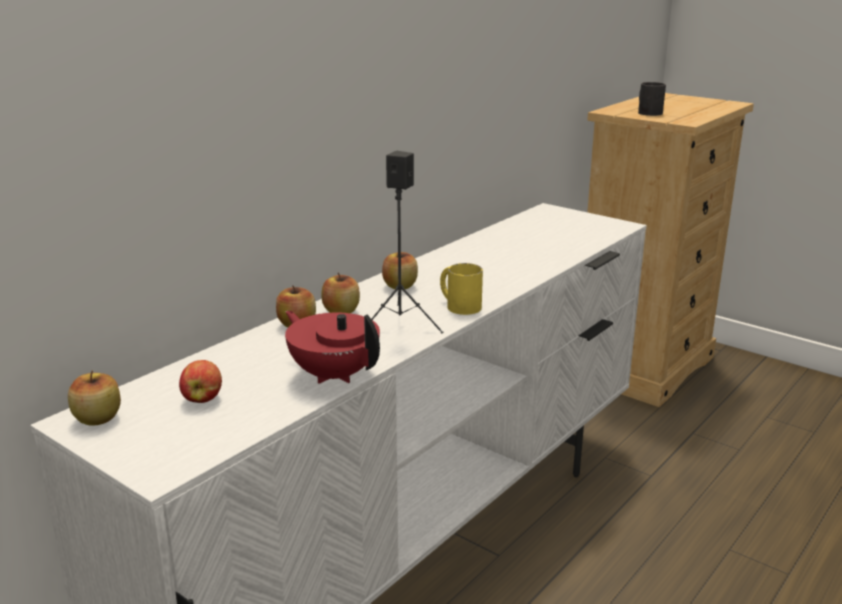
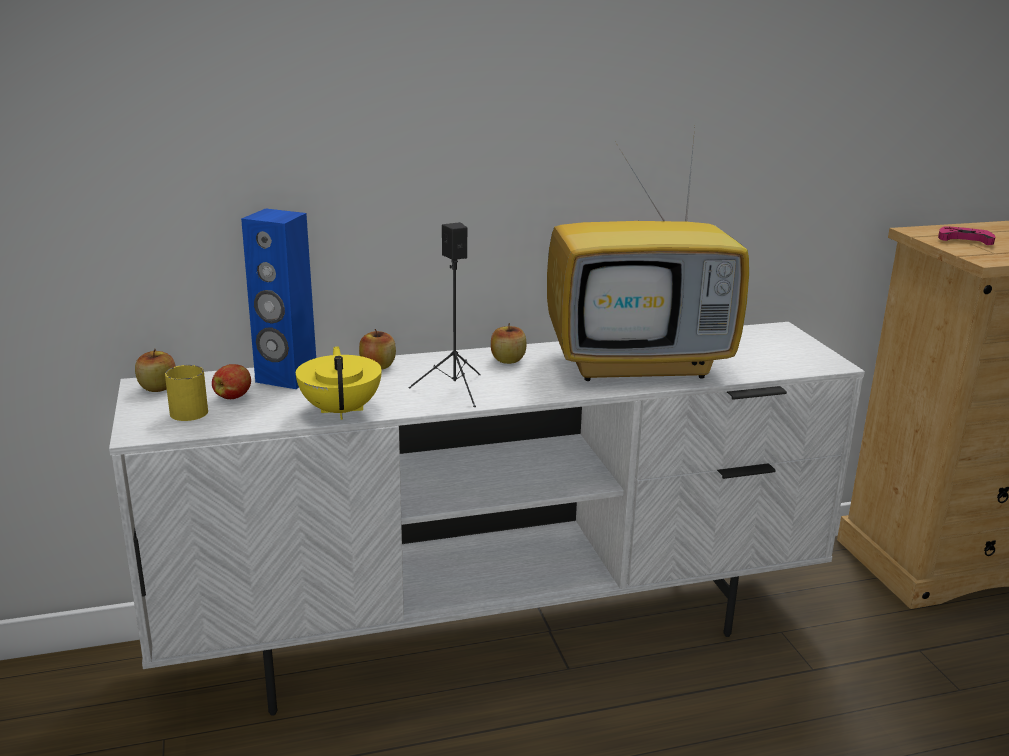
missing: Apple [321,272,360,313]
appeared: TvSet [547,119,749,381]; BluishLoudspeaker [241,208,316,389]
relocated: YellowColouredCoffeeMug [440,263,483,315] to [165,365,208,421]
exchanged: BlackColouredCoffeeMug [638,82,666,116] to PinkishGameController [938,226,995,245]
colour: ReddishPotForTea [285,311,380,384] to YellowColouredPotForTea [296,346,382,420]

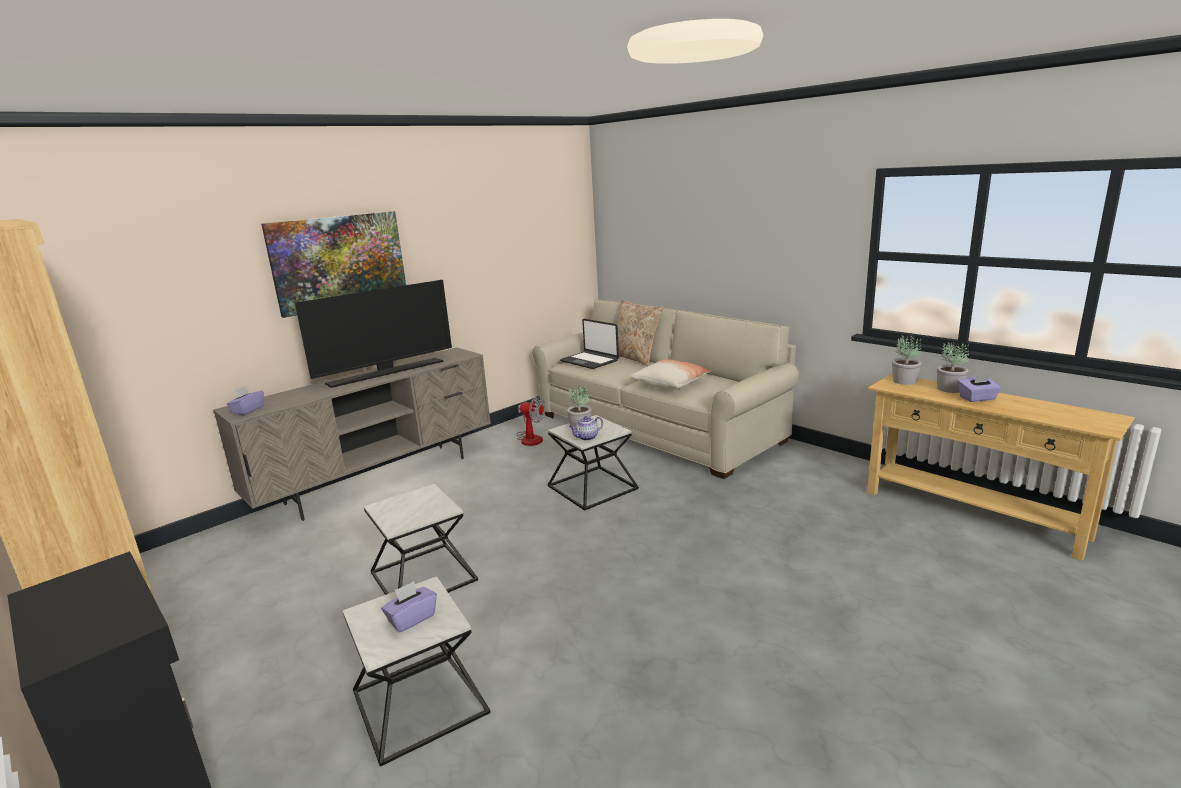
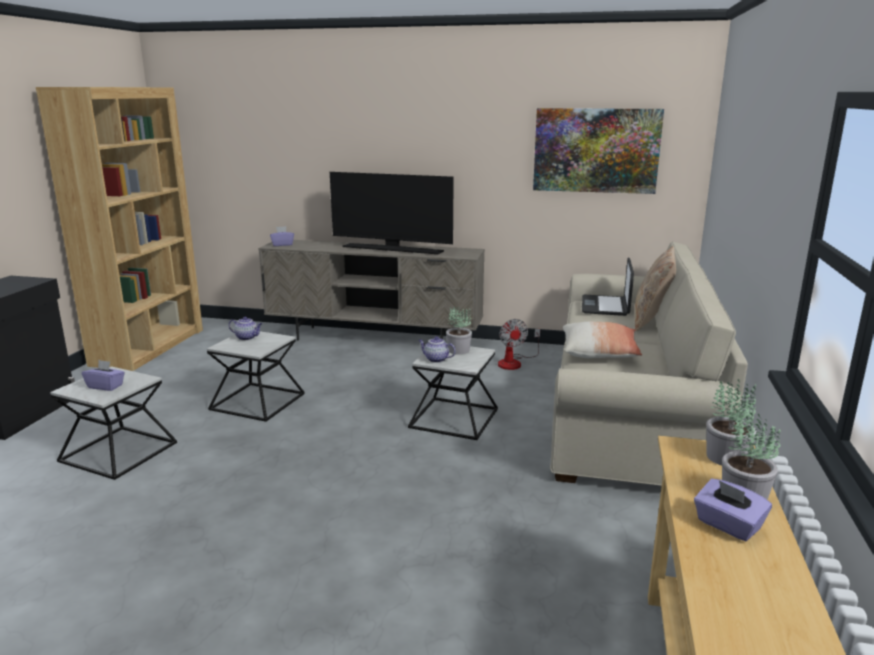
appeared: PotForTea [229,317,262,340]
relocated: Picture [261,211,406,318] to [533,108,664,194]

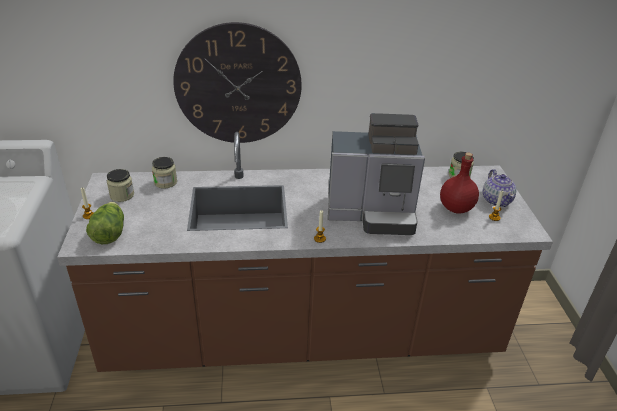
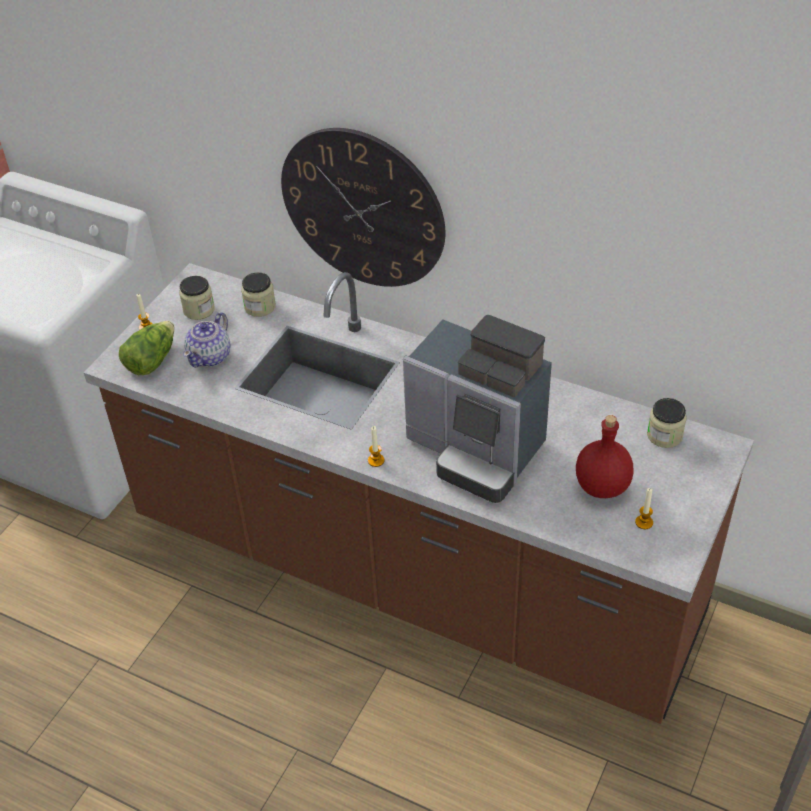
relocated: PotForTea [483,169,517,207] to [183,312,230,367]

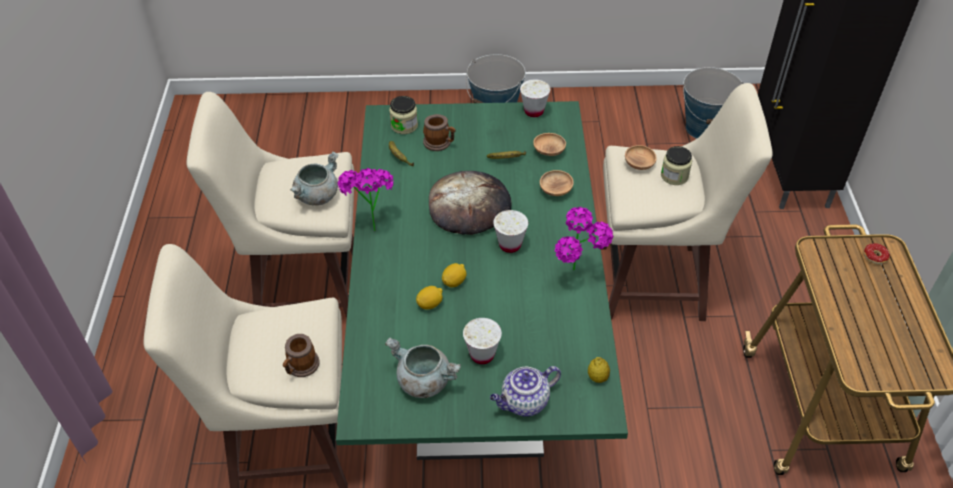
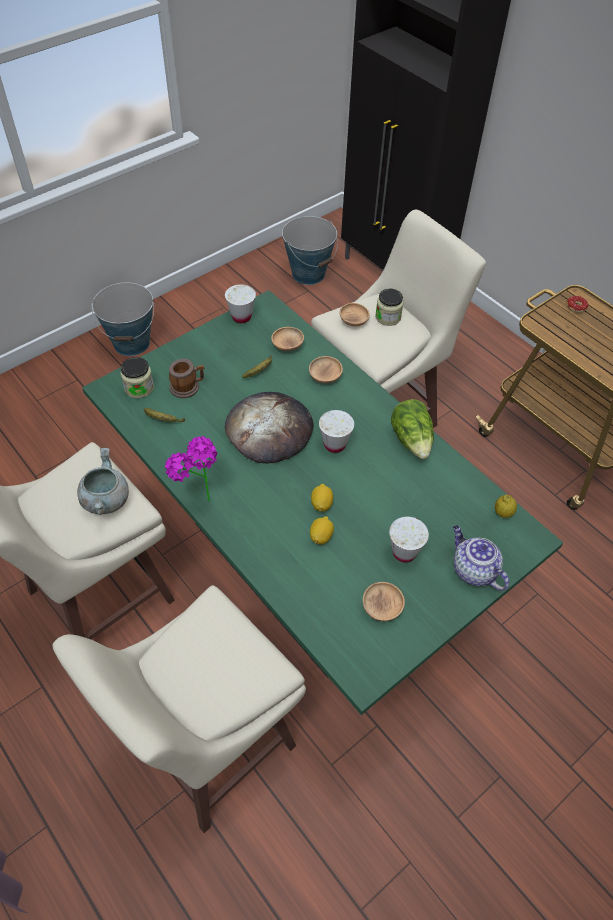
missing: CoffeeMug [283,334,320,377]
exchanged: PottedPlant [555,206,614,271] to Lettuce [391,399,434,459]; GreyStockpot [385,337,461,398] to BrownServingBowl [363,582,405,621]
spun: PotForTea [490,366,561,416] = [453,525,509,591] 120 degrees clockwise

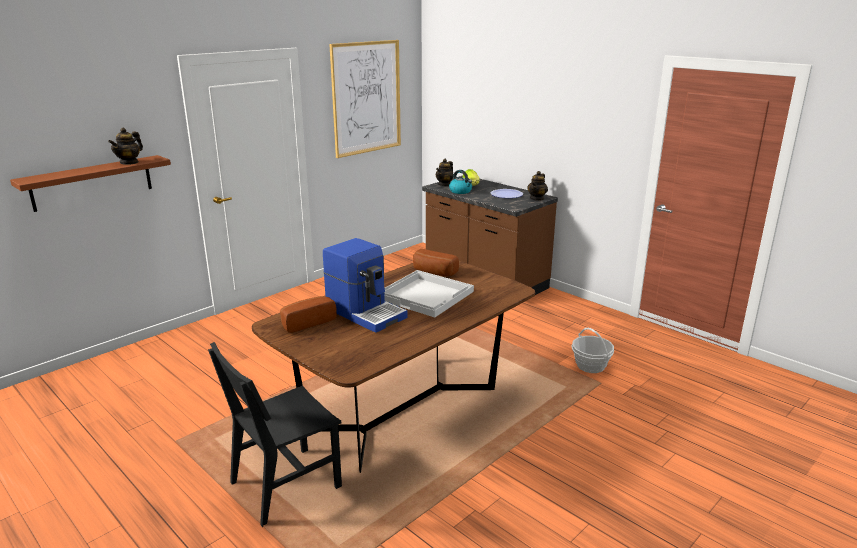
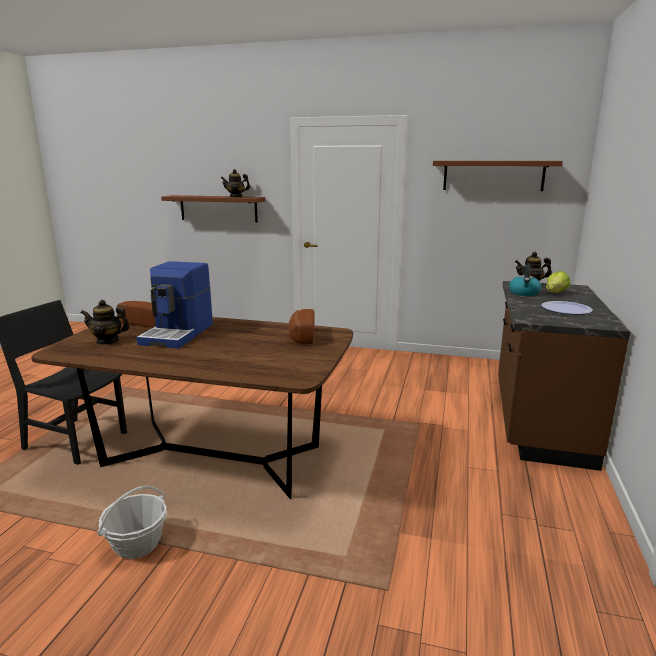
missing: WhiteColouredTray [384,270,474,317]
relocated: PotForTea [527,171,548,201] to [81,300,130,345]; Basket [571,328,614,373] to [98,485,167,559]
exchanged: Picture [329,40,401,158] to BrownWallShelf [433,161,563,191]

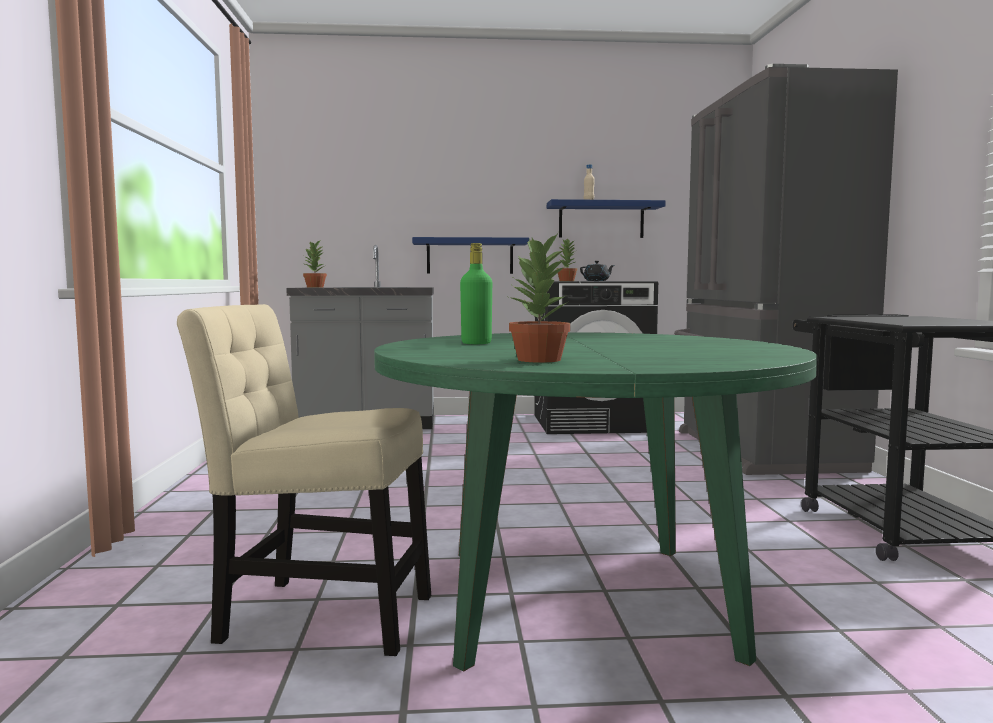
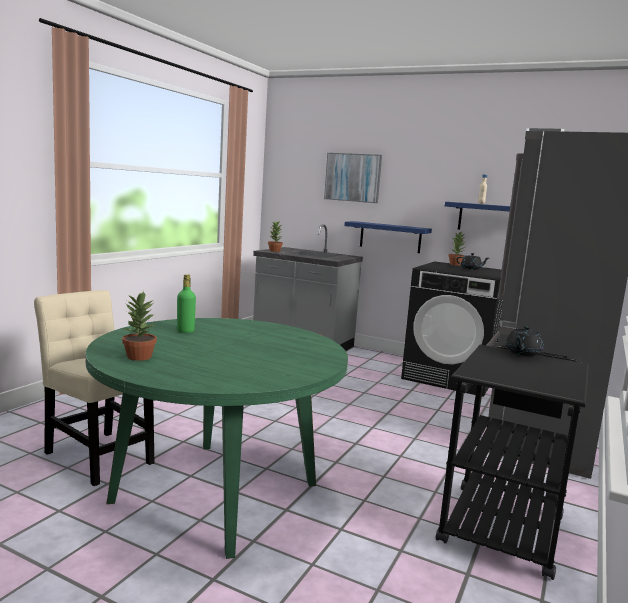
appeared: Picture [324,153,382,203]; BlackColouredPotForTea [506,326,543,356]

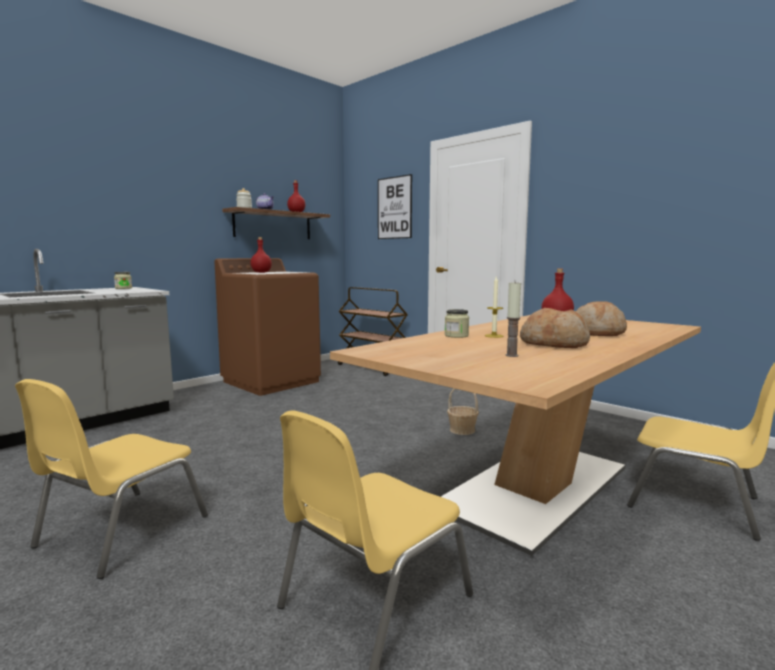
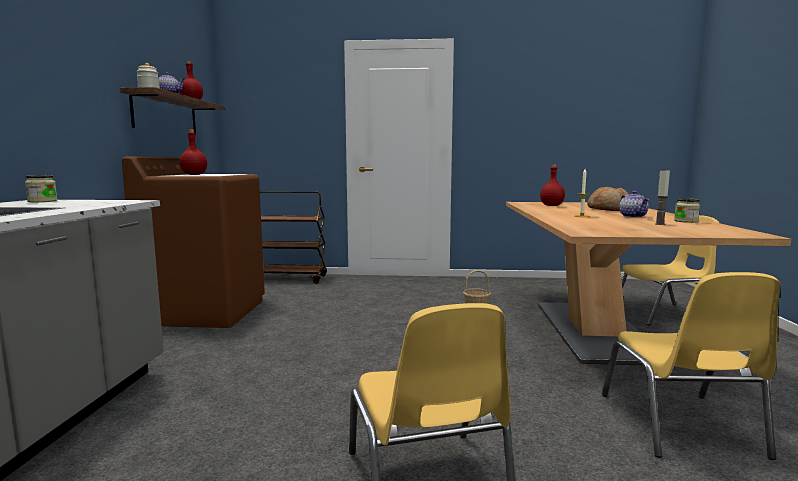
missing: Picture [378,174,412,239]
relocated: PreserveJar [445,309,469,338] to [674,198,700,223]
exchanged: BakedBread [520,308,590,348] to PotForTea [619,191,649,218]

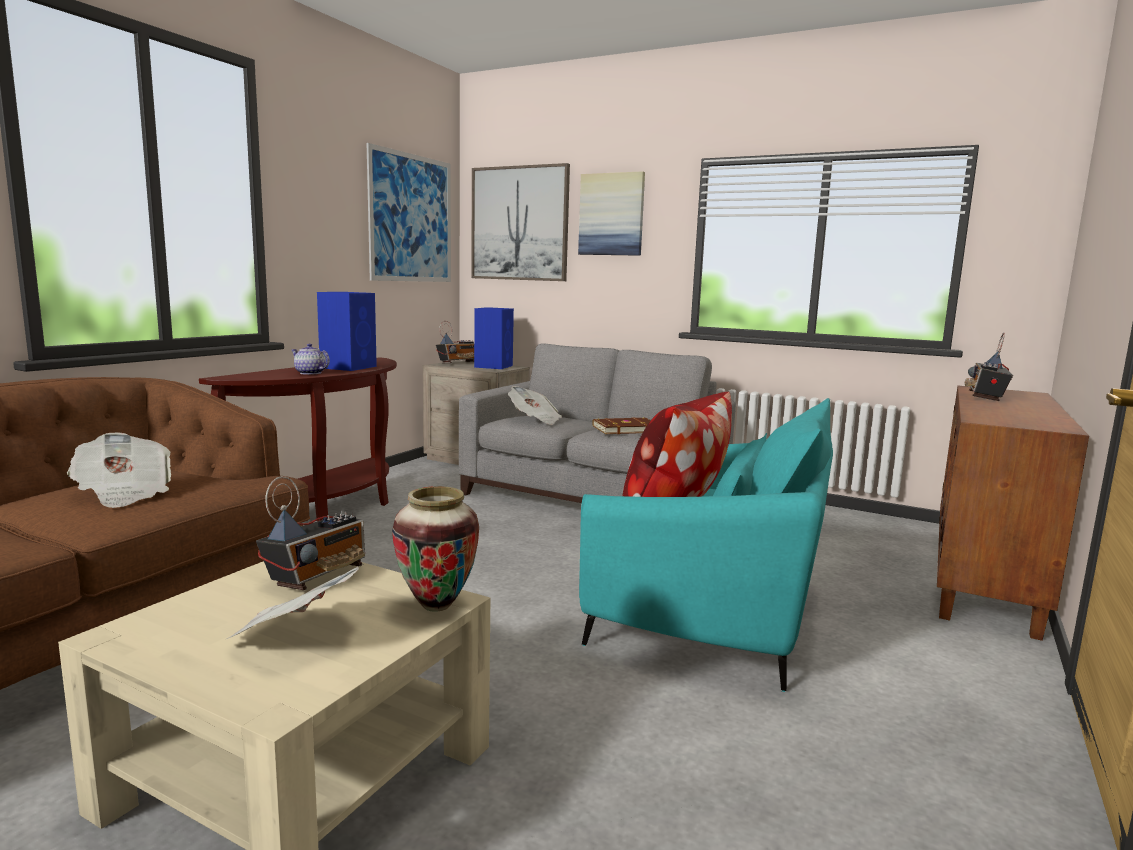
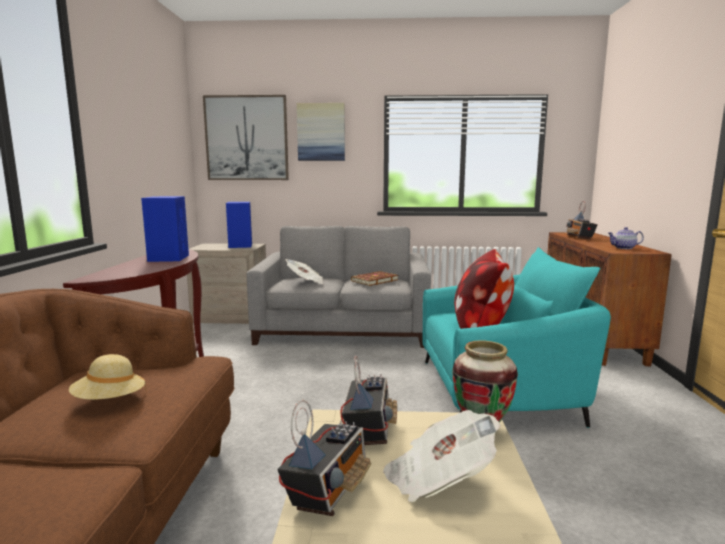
missing: Picture [367,143,451,282]
relocated: Radio [436,321,474,364] to [277,400,371,516]; PotForTea [291,344,330,375] to [608,227,644,249]
exchanged: PrintedPaper [67,432,171,508] to SandColouredHat [69,354,146,400]

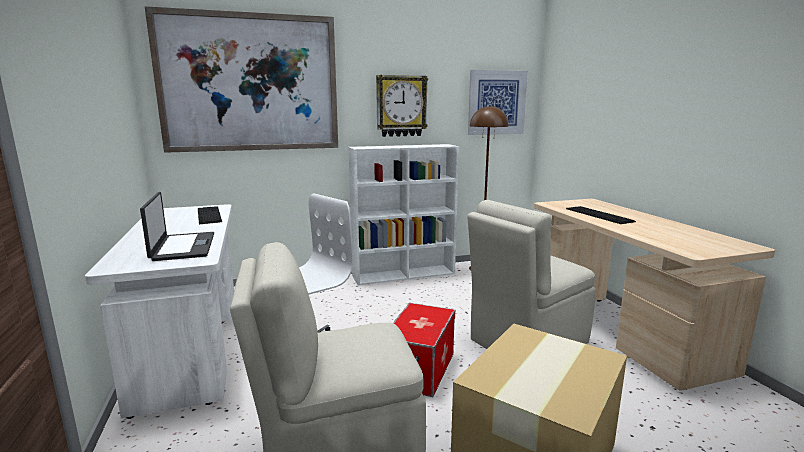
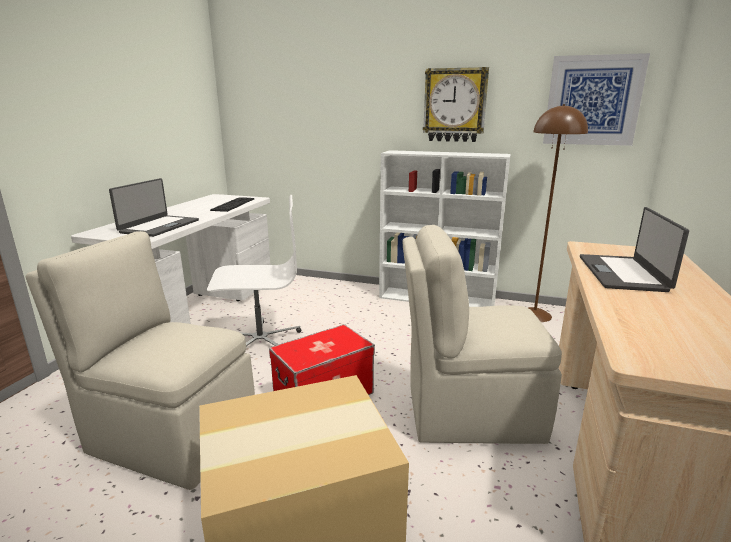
missing: Picture [145,6,338,153]
exchanged: Keyboard [566,206,636,224] to PortableComputer [580,207,689,292]

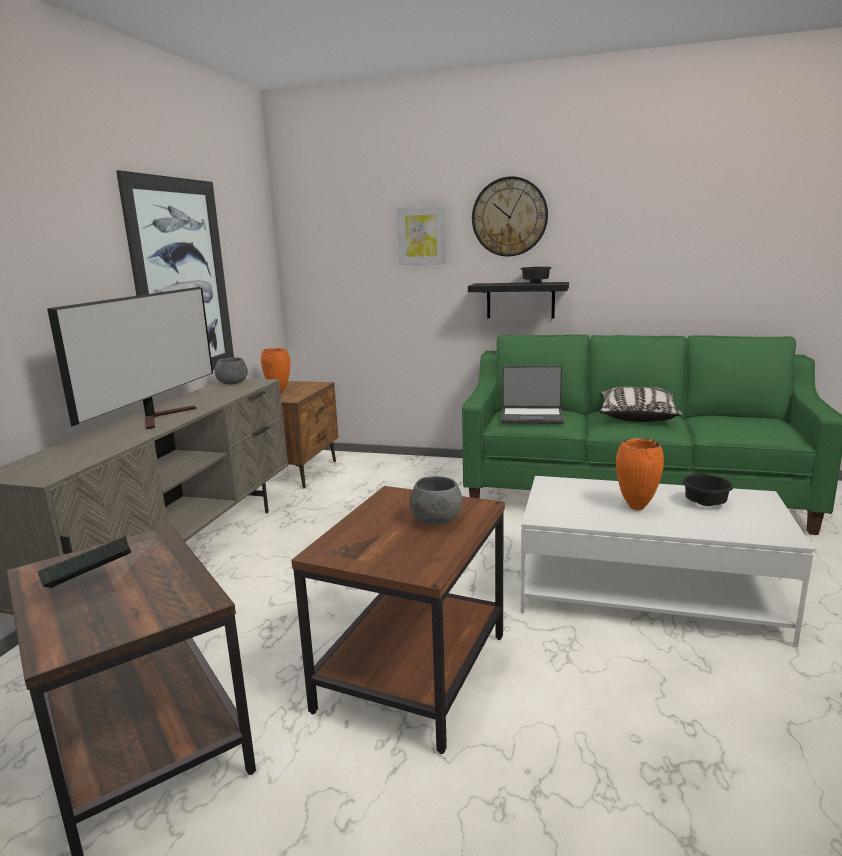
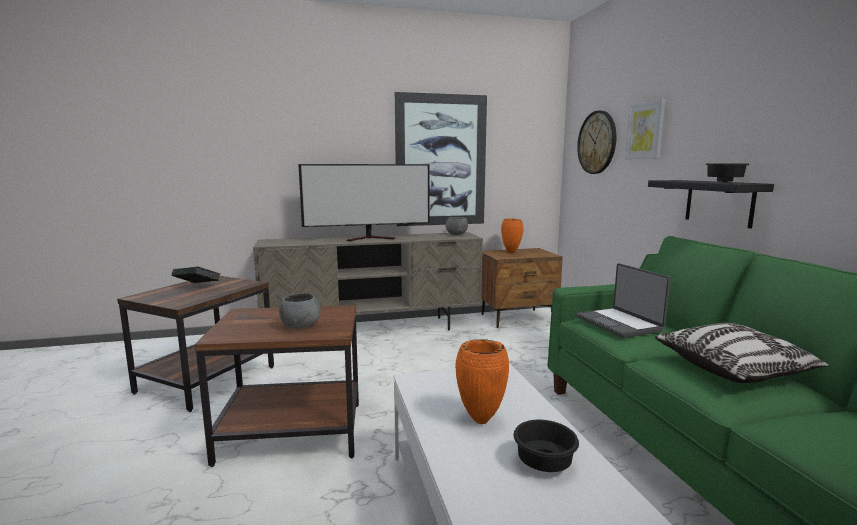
relocated: ClockOnTheWall [472,176,548,257] to [577,111,616,174]

